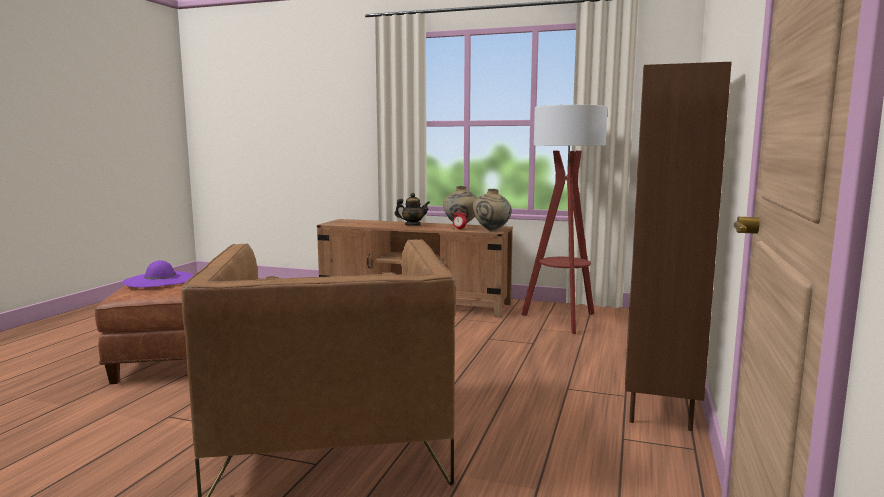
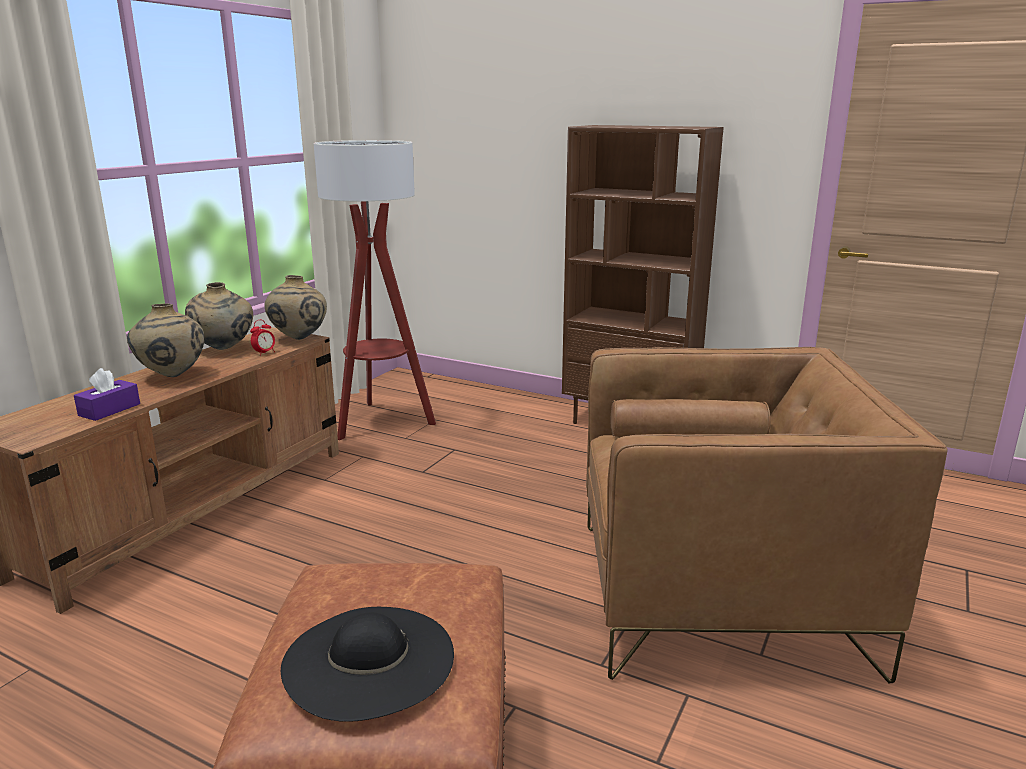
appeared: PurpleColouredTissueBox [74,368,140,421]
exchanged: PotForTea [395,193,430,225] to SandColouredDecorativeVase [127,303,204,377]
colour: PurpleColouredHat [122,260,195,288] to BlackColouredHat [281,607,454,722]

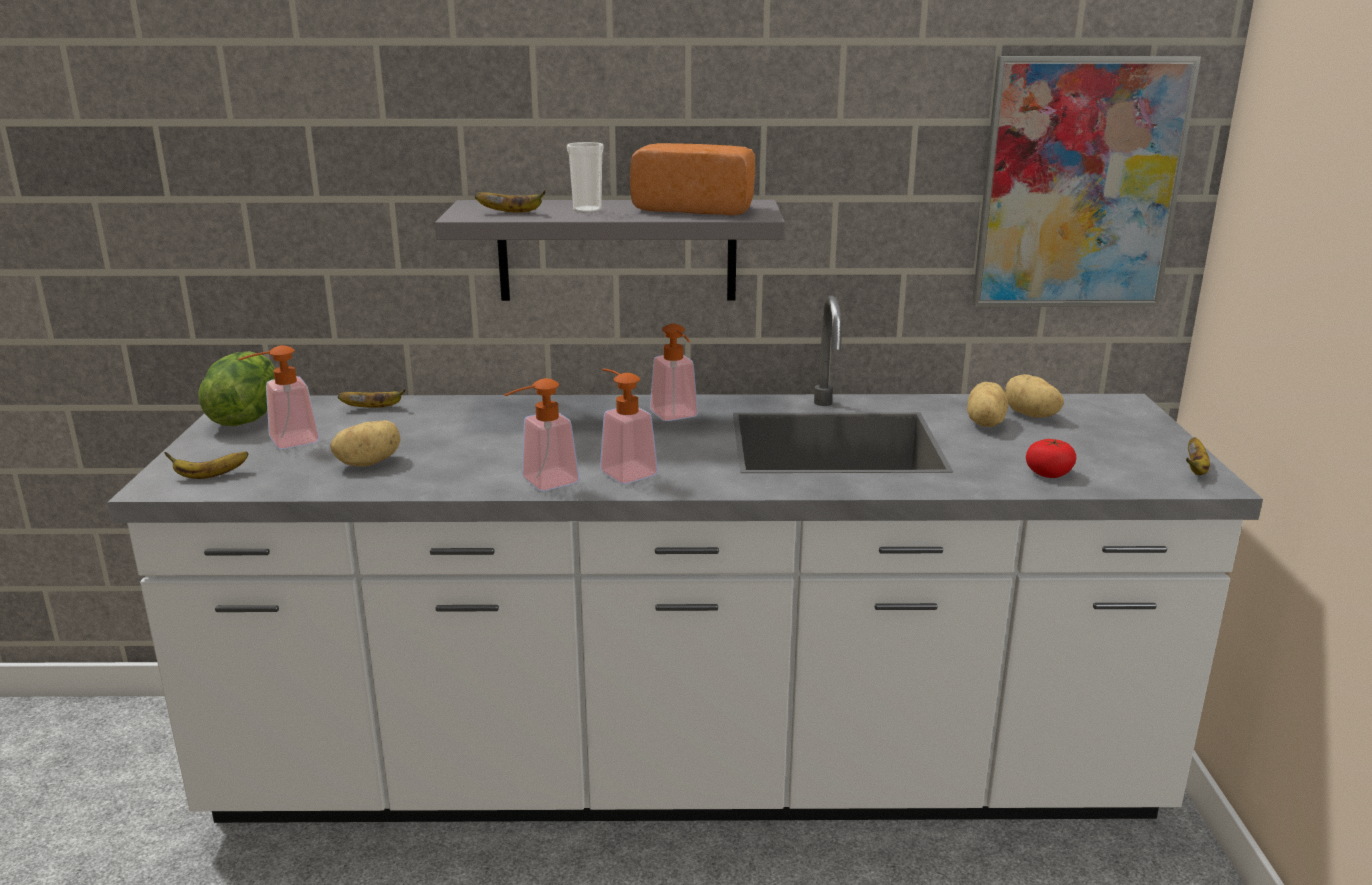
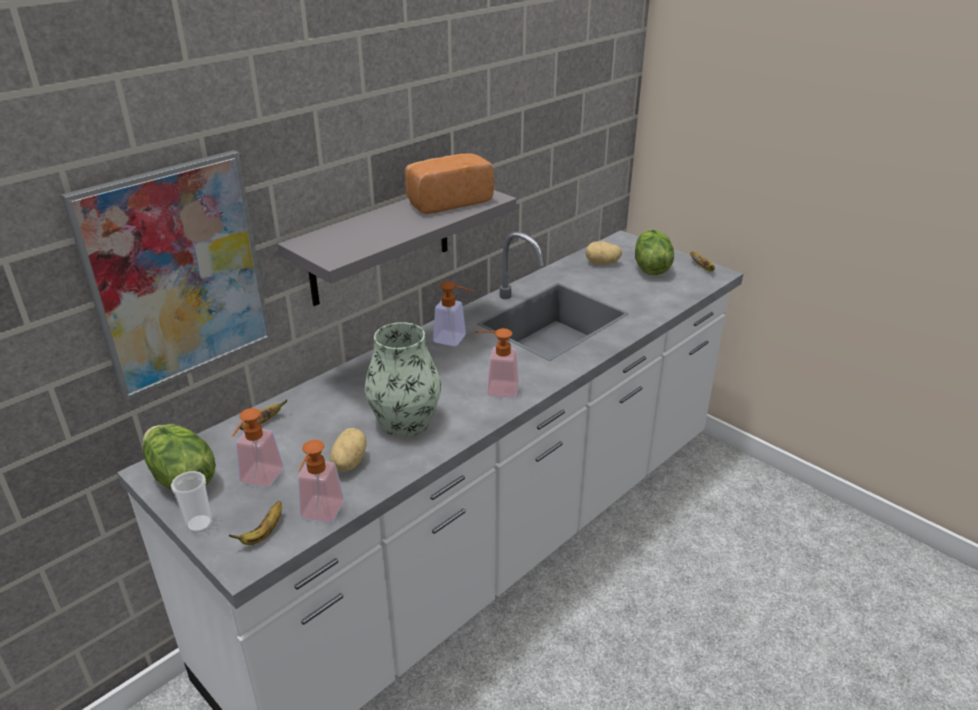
missing: Banana [475,190,546,213]; Potato [967,382,1008,427]; Tomato [1026,439,1076,478]
appeared: Lettuce [635,230,674,275]; DecorativeVase [365,322,441,437]
relocated: Picture [972,56,1201,307] to [61,150,271,400]; SmallCup [567,142,604,213] to [171,471,212,533]; SoapDispenser [504,378,579,491] to [298,440,344,523]

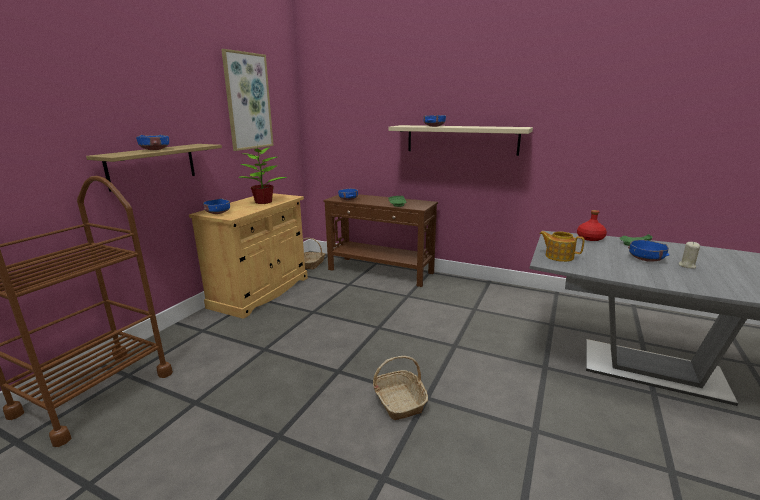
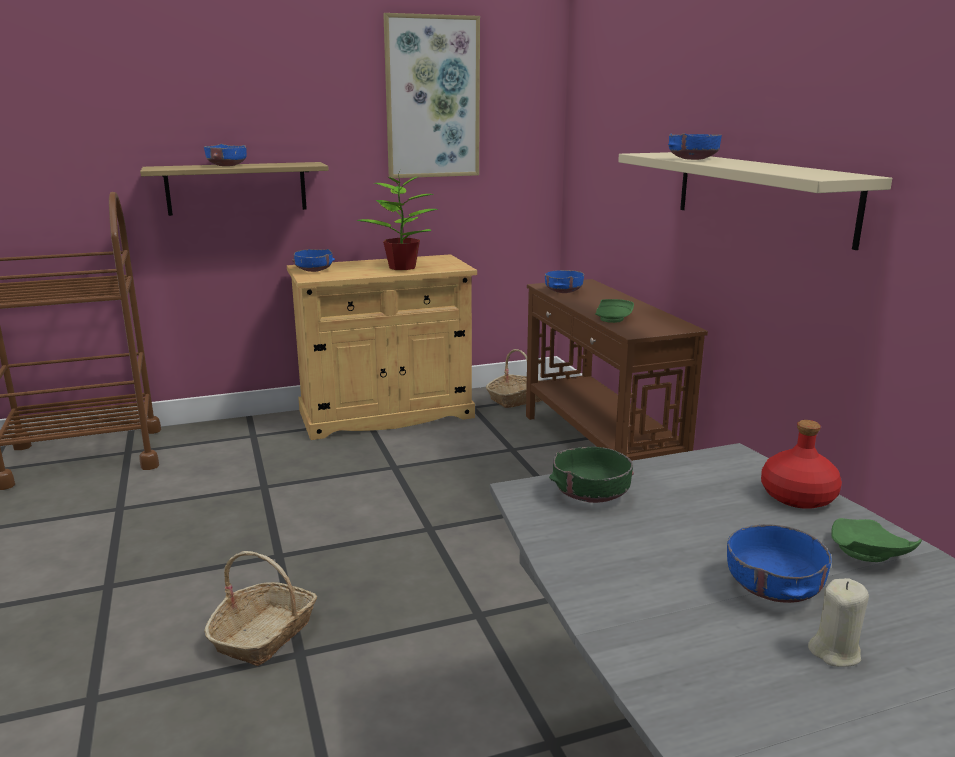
exchanged: PotForTea [540,231,585,262] to GreenServingBowl [549,447,634,503]

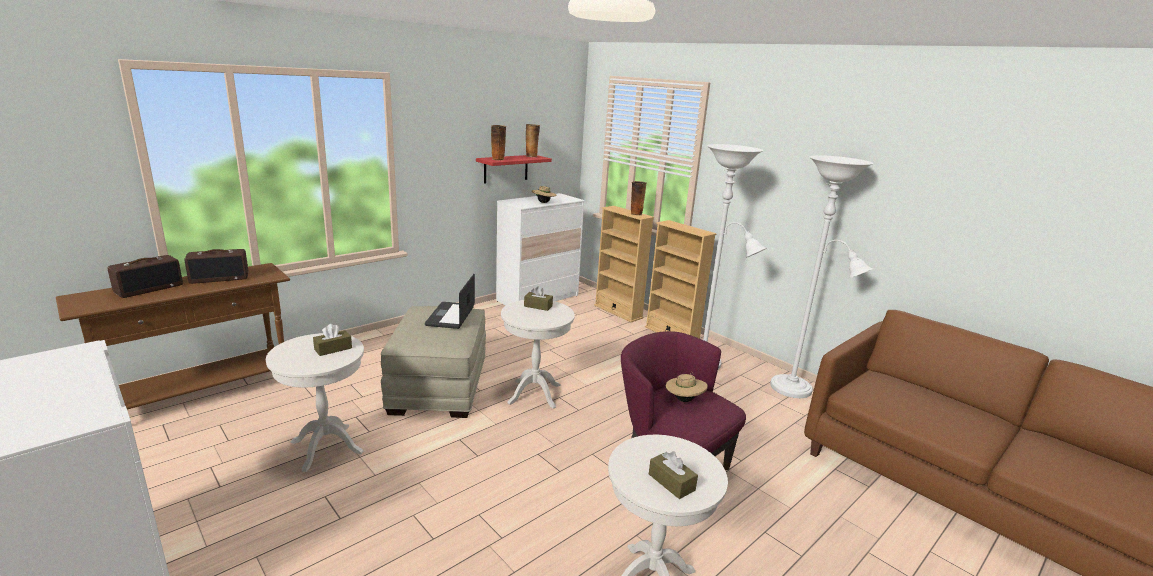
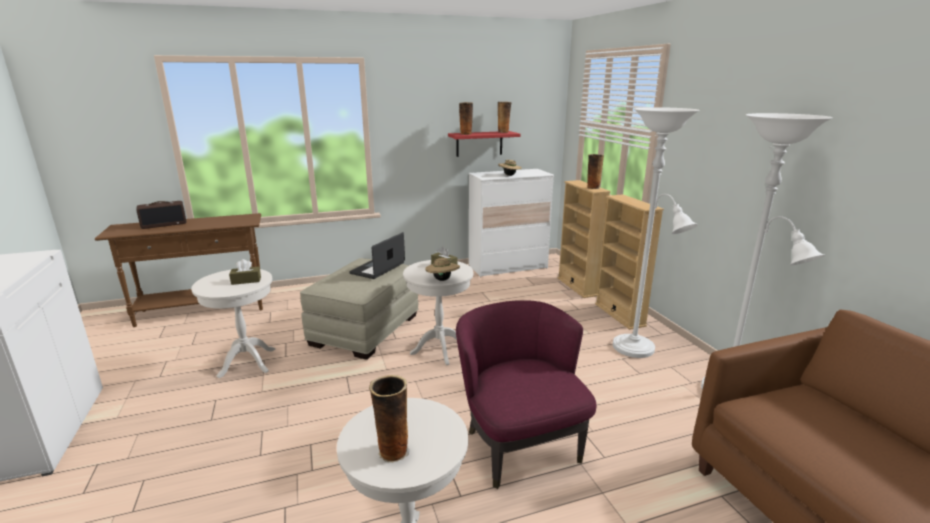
missing: Radio [184,249,248,284]
relocated: SandColouredHat [666,372,708,402] to [425,258,460,281]
exchanged: BrownTissueBox [649,451,698,499] to DecorativeVase [369,375,409,463]

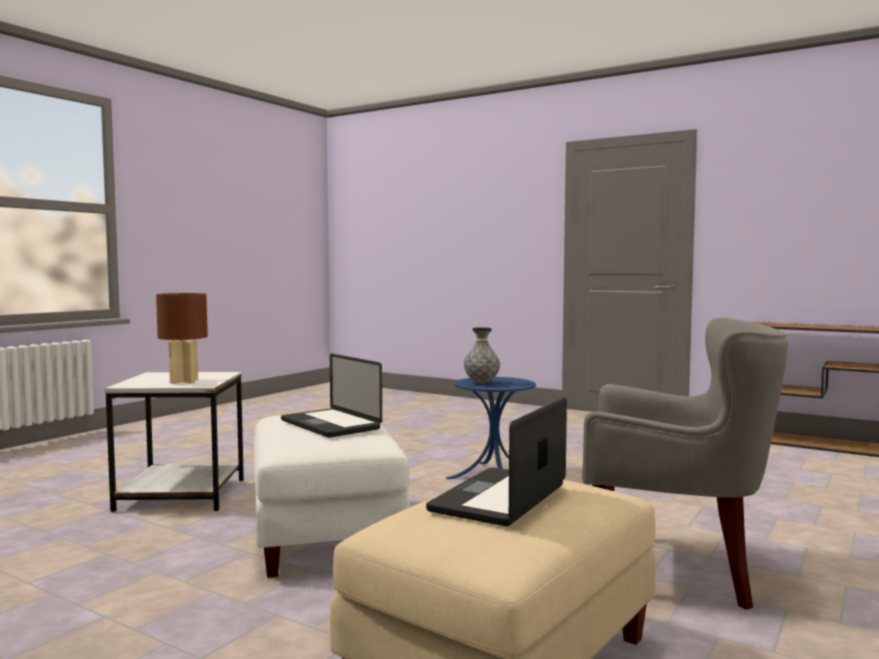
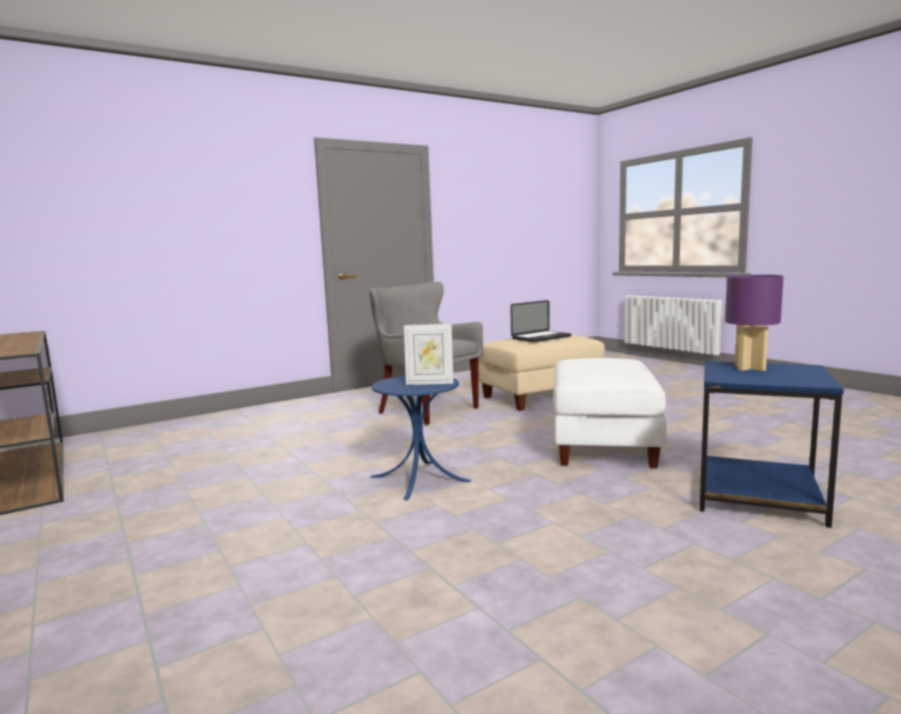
missing: PortableComputer [281,353,382,438]
exchanged: GreyDecorativeVase [464,327,500,383] to StandingFrame [404,324,453,385]
colour: BrownTableLamp [156,293,208,384] to PurpleColouredTableLamp [725,275,784,371]; WhiteColouredSideTable [105,372,244,512] to BluishSideTable [700,361,844,528]

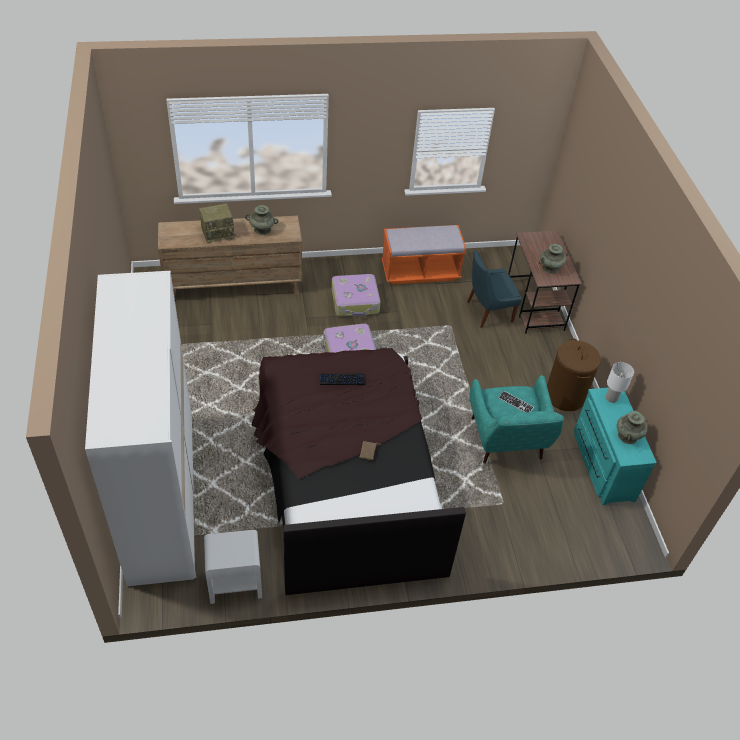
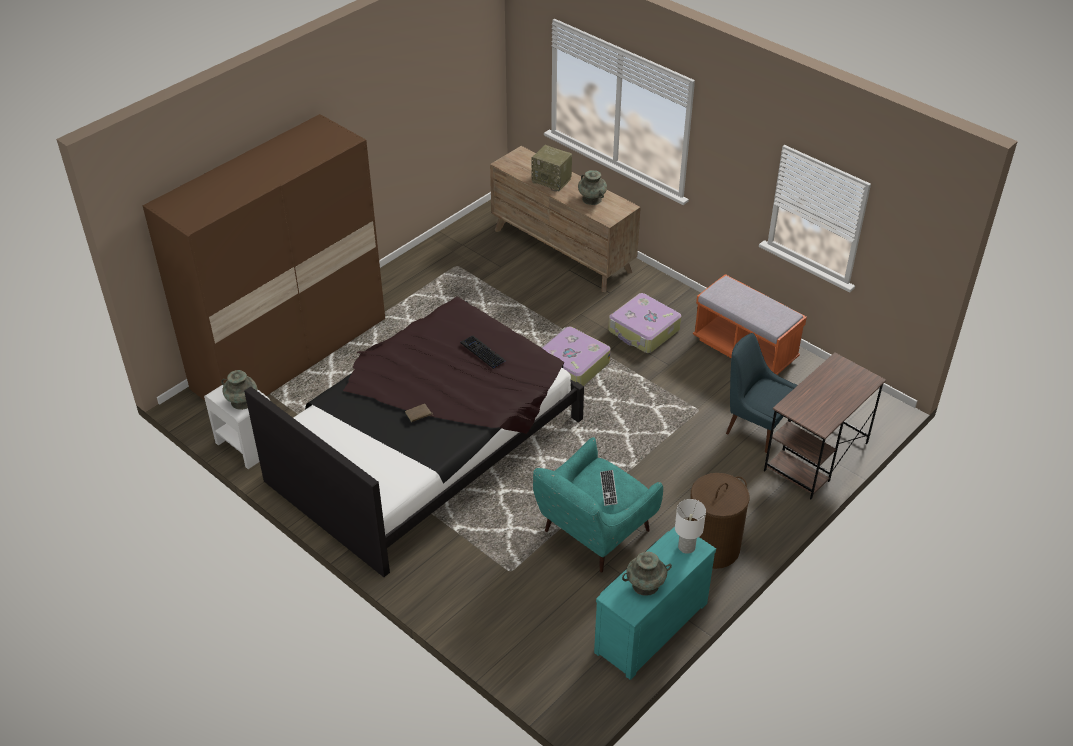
relocated: BlueGreenDecorativeVase [539,244,568,274] to [221,370,257,410]
colour: WhiteColouredArmoire [85,271,196,586] to BrownArmoire [142,114,385,401]

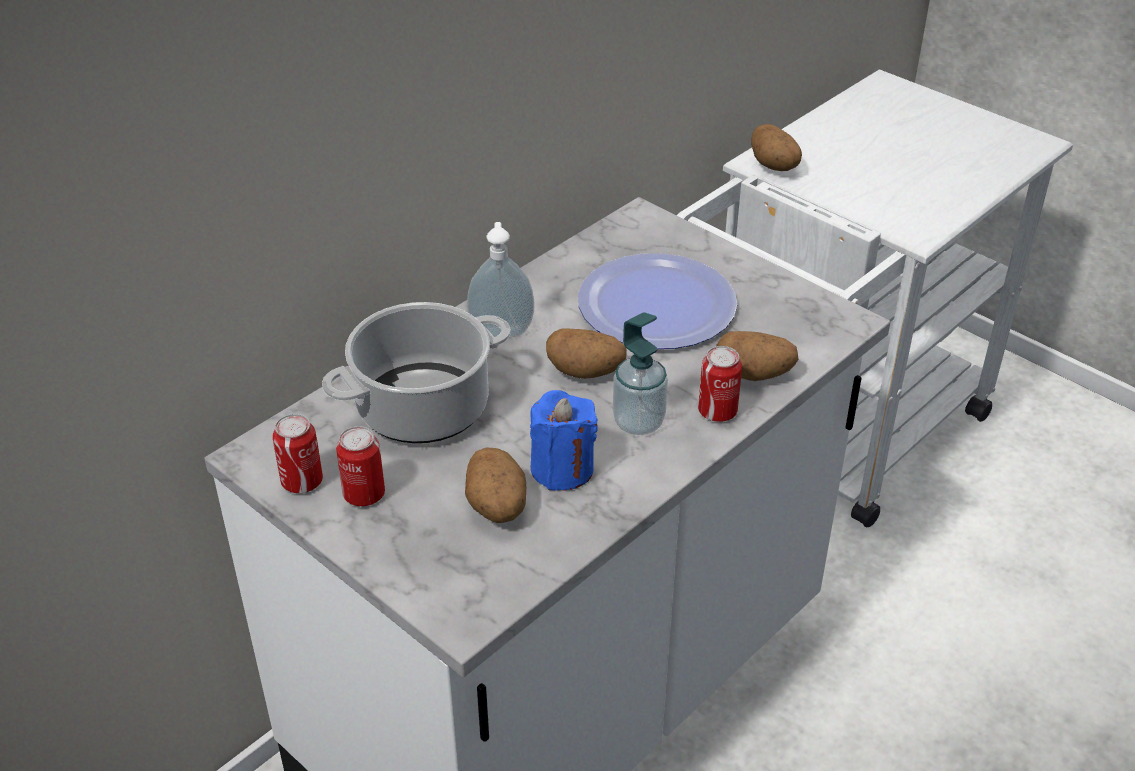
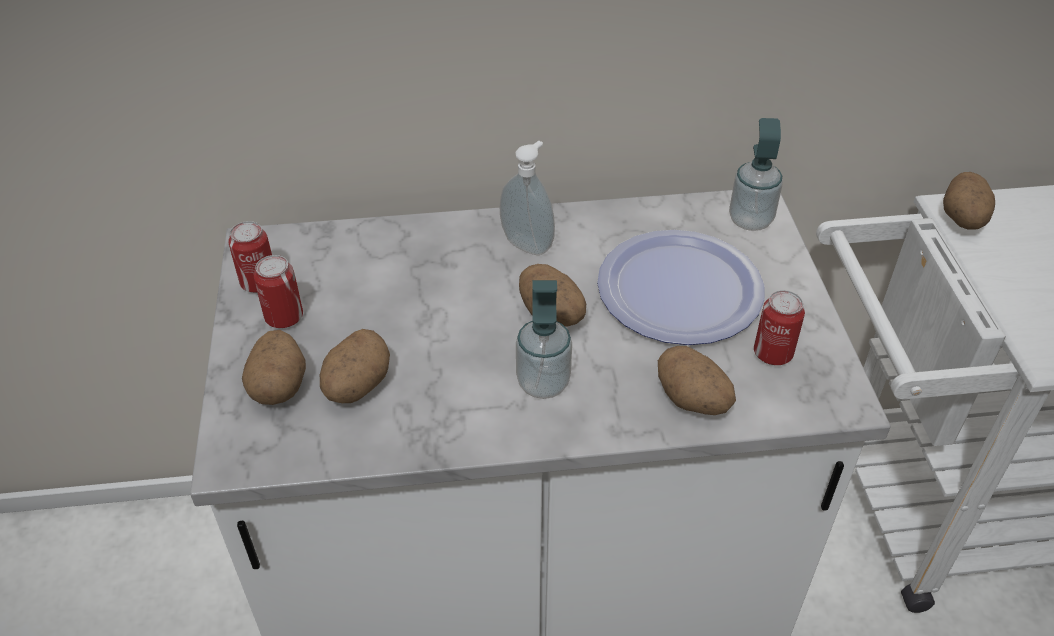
missing: Stockpot [322,302,511,443]; BluishWaxCandle [530,390,598,491]
appeared: SoapDispenser [729,118,783,231]; Potato [242,330,306,405]
relocated: Can [698,346,742,422] to [754,290,805,365]

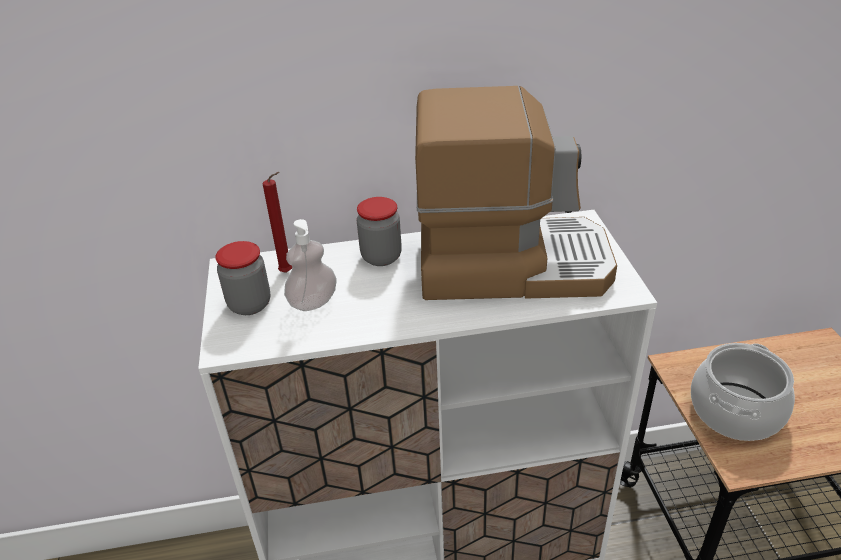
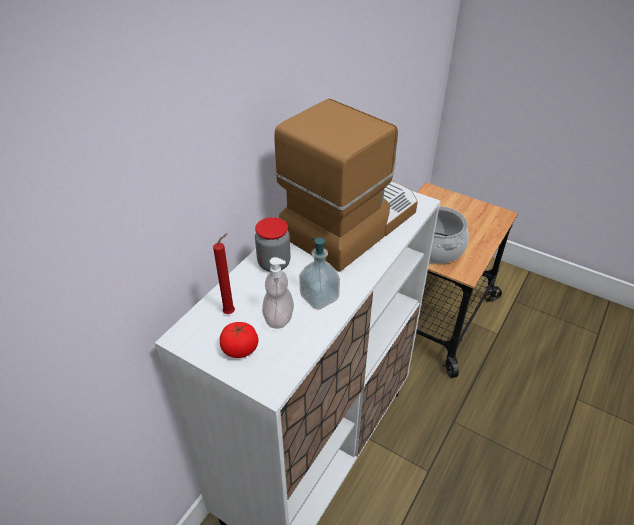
appeared: SoapDispenser [299,237,340,310]
exchanged: PreserveJar [215,241,271,315] to Tomato [220,322,258,358]

